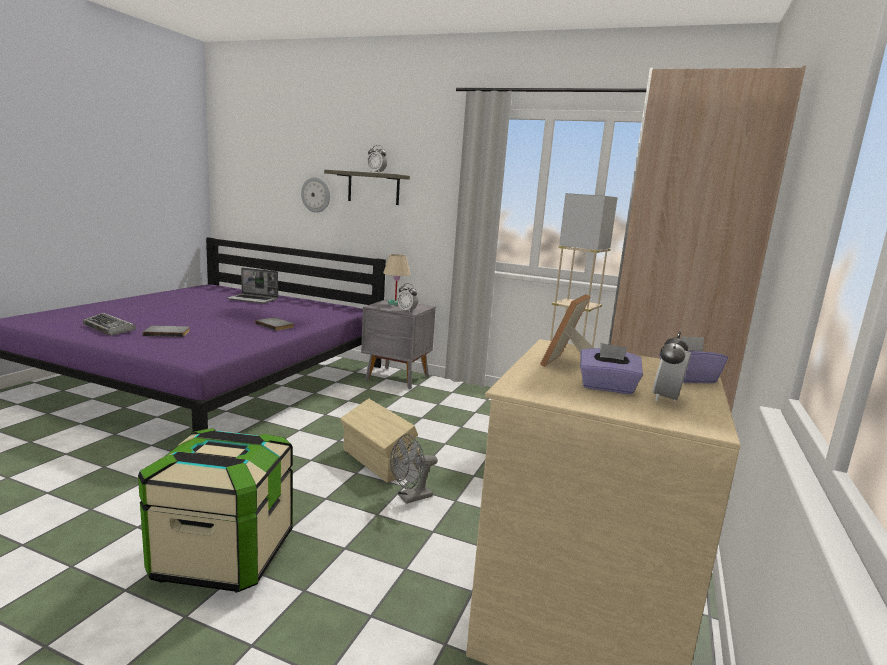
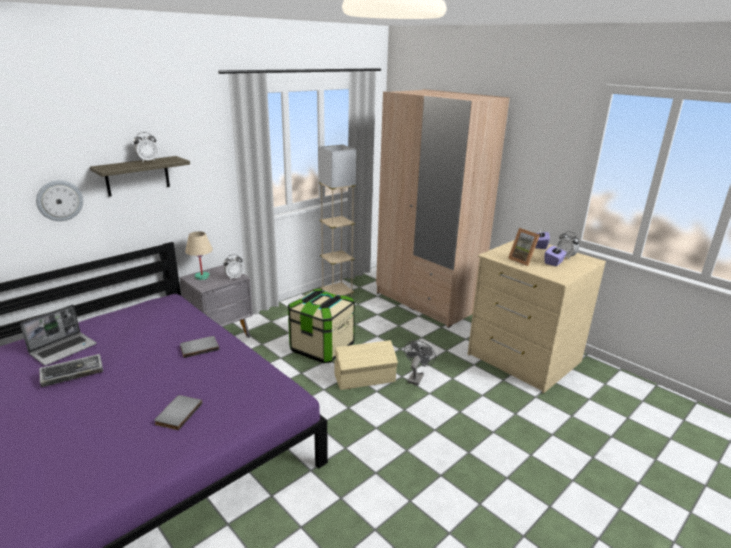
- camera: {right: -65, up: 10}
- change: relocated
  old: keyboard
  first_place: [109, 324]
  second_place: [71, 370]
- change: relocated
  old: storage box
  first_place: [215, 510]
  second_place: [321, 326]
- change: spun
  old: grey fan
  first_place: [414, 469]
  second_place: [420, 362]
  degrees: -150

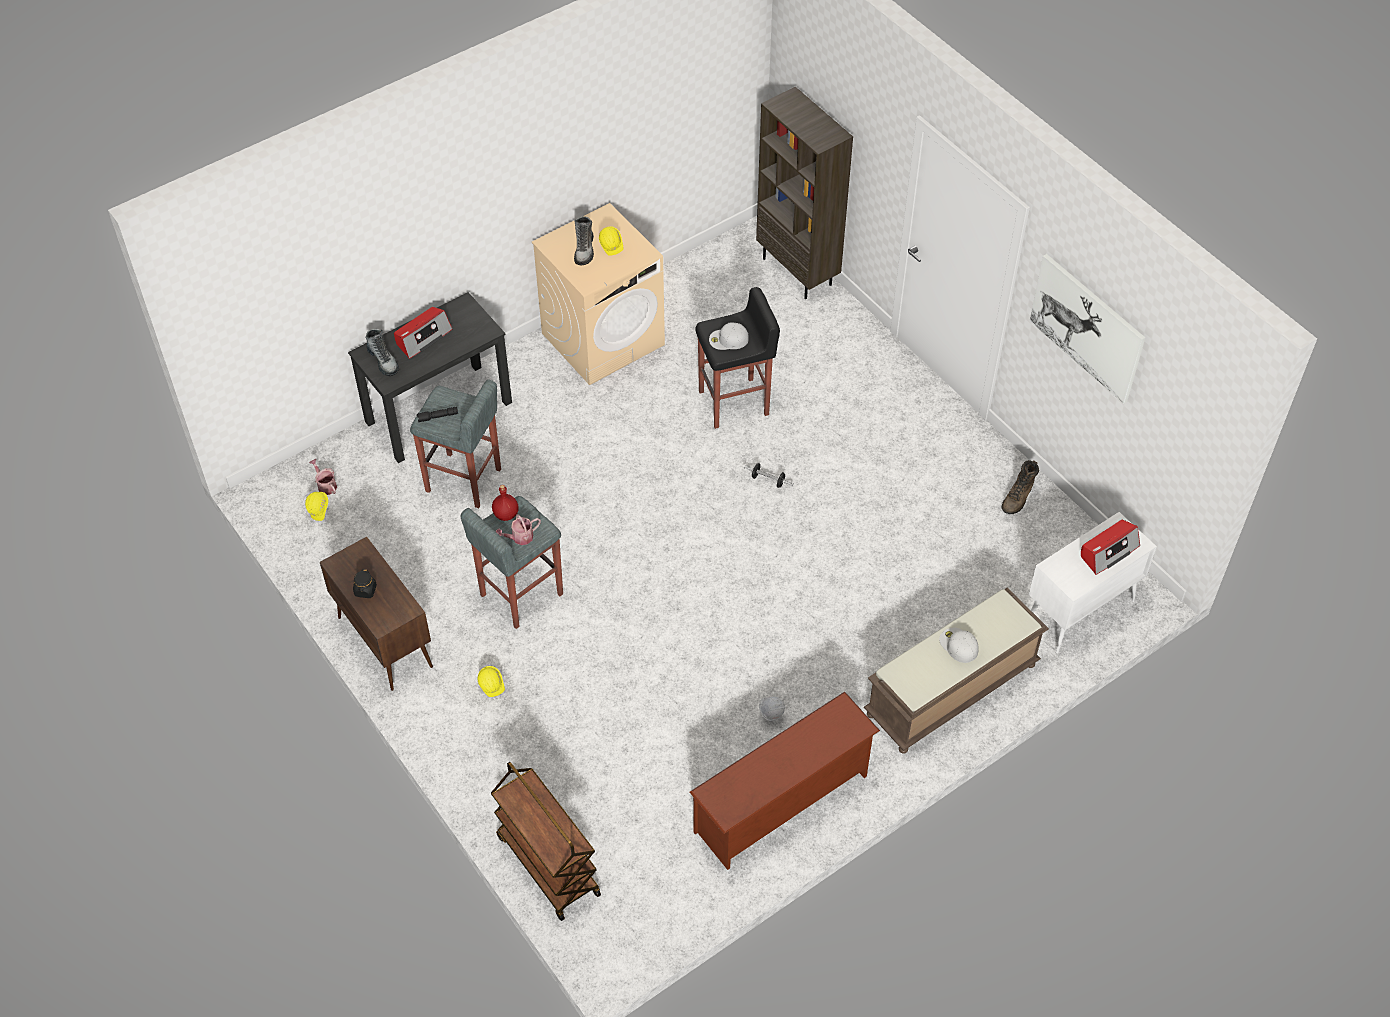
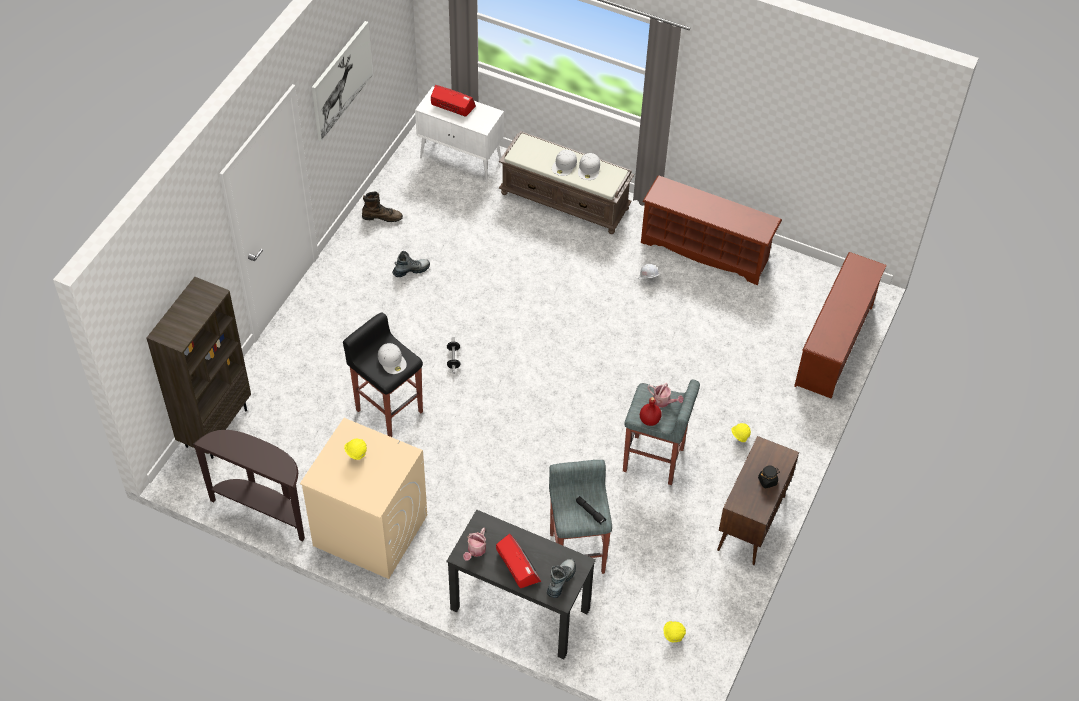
- camera: {right: -120, up: 0}
- change: appeared
  new: brown console table
  second_place: [249, 485]
- change: relocated
  old: boot
  first_place: [584, 240]
  second_place: [411, 264]
- change: relocated
  old: watering can
  first_place: [323, 477]
  second_place: [474, 544]
- change: spun
  old: radio
  first_place: [423, 333]
  second_place: [518, 561]
  degrees: 45
- change: appeared
  new: white cap
  second_place: [589, 166]
- change: exchanged
  old: brown cart
  new: brown shoe rack
  first_place: [546, 841]
  second_place: [840, 325]

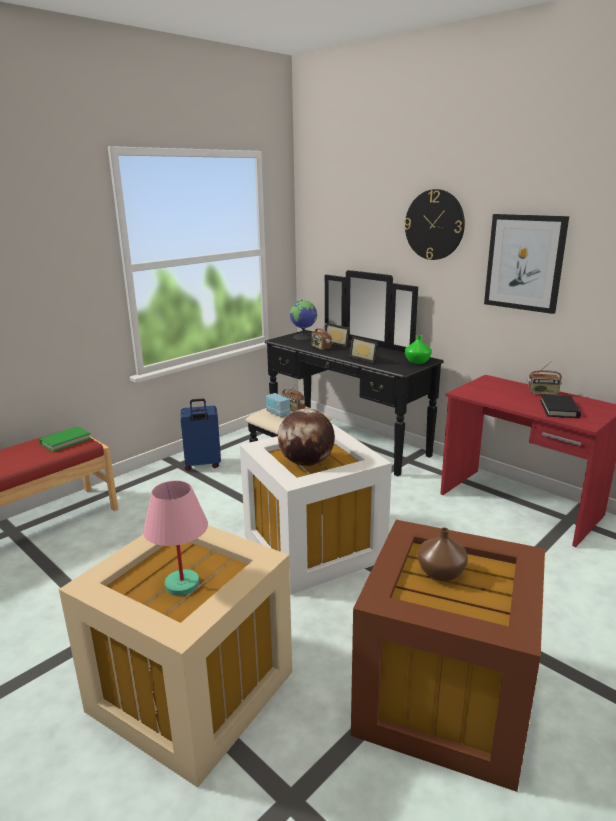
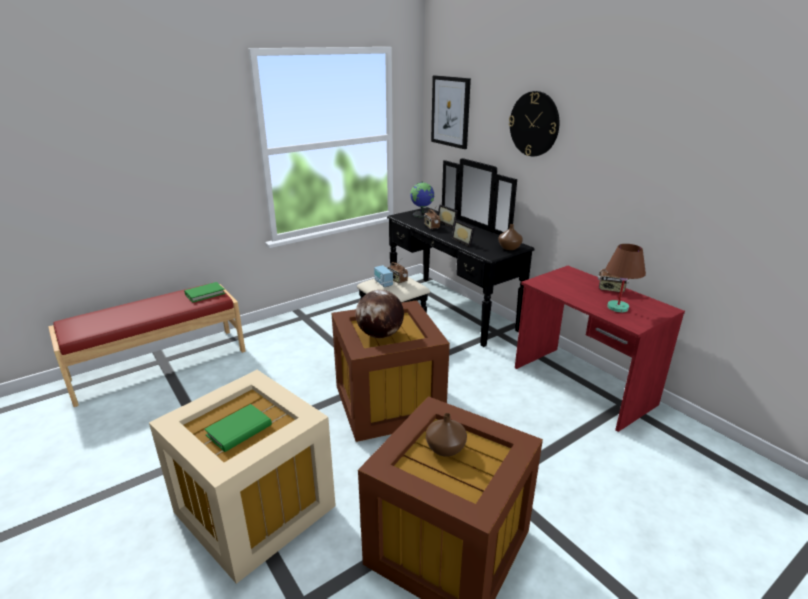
- camera: {right: 10, up: 5}
- change: exchanged
  old: pink table lamp
  new: green book
  first_place: [175, 538]
  second_place: [238, 428]
- change: colour
  old: white storage box
  new: brown storage box
  first_place: [316, 509]
  second_place: [391, 371]
- change: relocated
  old: picture
  first_place: [526, 264]
  second_place: [451, 112]
- change: colour
  old: green vase
  new: brown vase
  first_place: [418, 349]
  second_place: [510, 237]
- change: exchanged
  old: black book
  new: brown table lamp
  first_place: [560, 406]
  second_place: [626, 278]
- change: missing
  old: blue suitcase
  first_place: [201, 435]

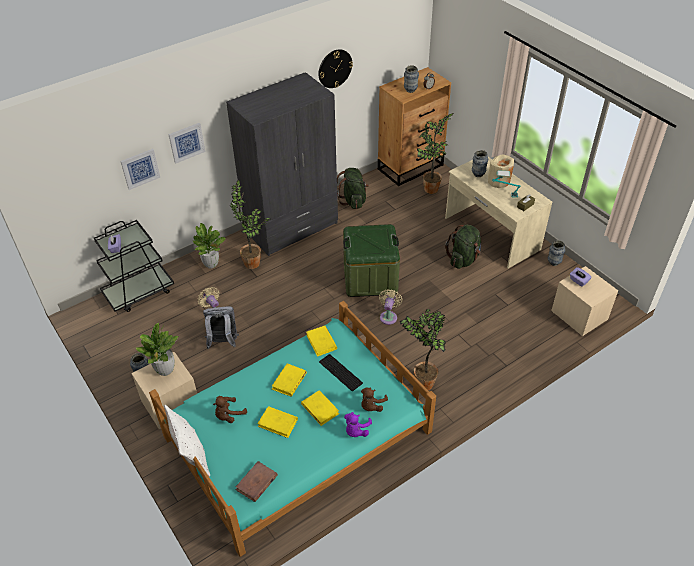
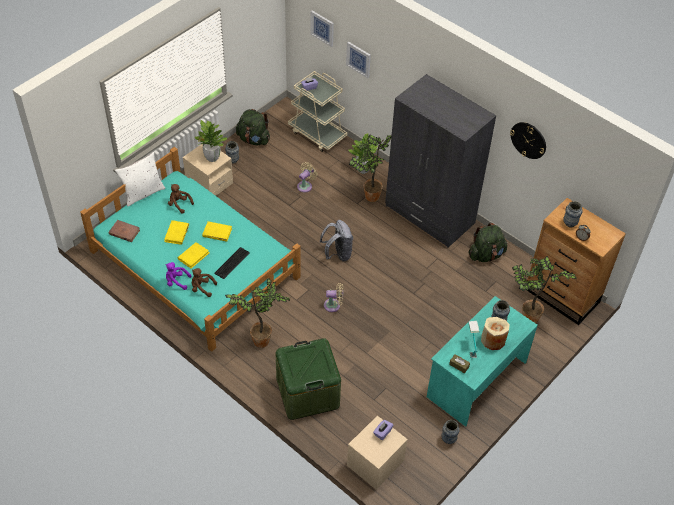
- camera: {right: 75, up: 5}
- change: relocated
  old: green backpack
  first_place: [463, 247]
  second_place: [253, 127]
- change: relocated
  old: green storage box
  first_place: [371, 260]
  second_place: [308, 379]
- change: colour
  old: black cart
  new: beige cart
  first_place: [134, 266]
  second_place: [317, 111]
- change: relocated
  old: picture
  first_place: [186, 143]
  second_place: [322, 28]
- change: relocated
  old: grey backpack
  first_place: [221, 327]
  second_place: [336, 240]
- change: colour
  old: beige desk
  new: turquoise desk
  first_place: [498, 212]
  second_place: [482, 361]
- change: missing
  old: yellow book
  first_place: [321, 341]

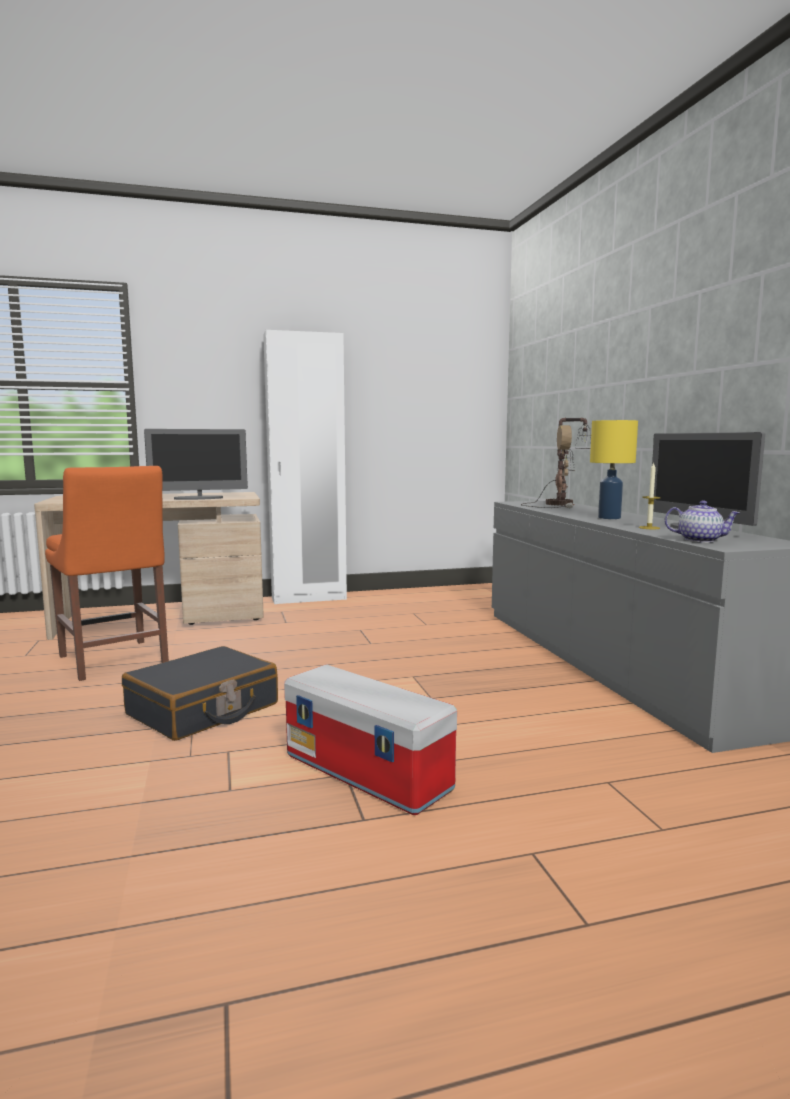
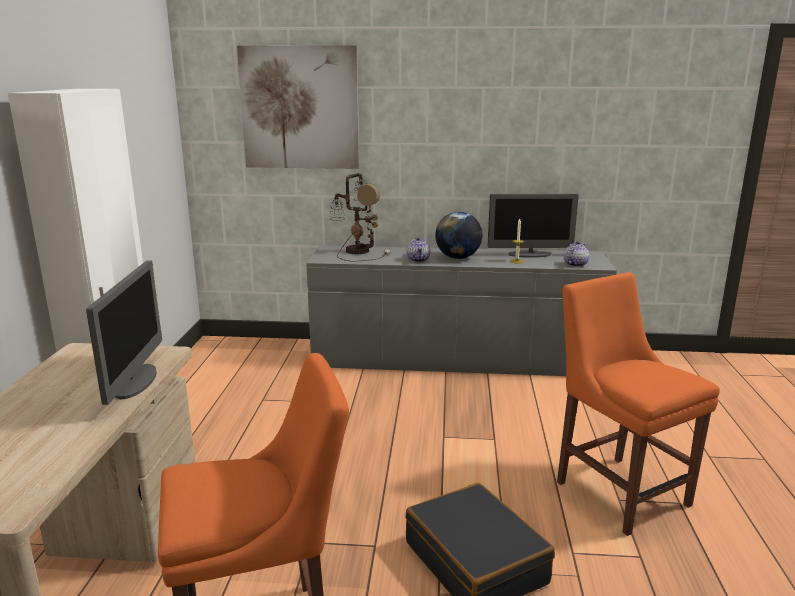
- camera: {right: -70, up: 10}
- change: appeared
  new: picture
  second_place: [298, 107]
- change: appeared
  new: teapot
  second_place: [418, 249]
- change: exchanged
  old: yellow table lamp
  new: globe
  first_place: [614, 469]
  second_place: [458, 235]
- change: exchanged
  old: storage box
  new: orange chair
  first_place: [370, 739]
  second_place: [638, 404]

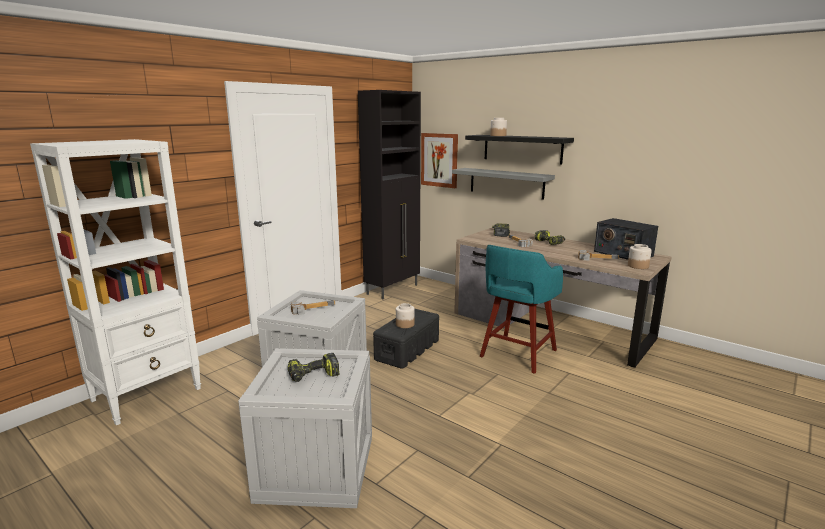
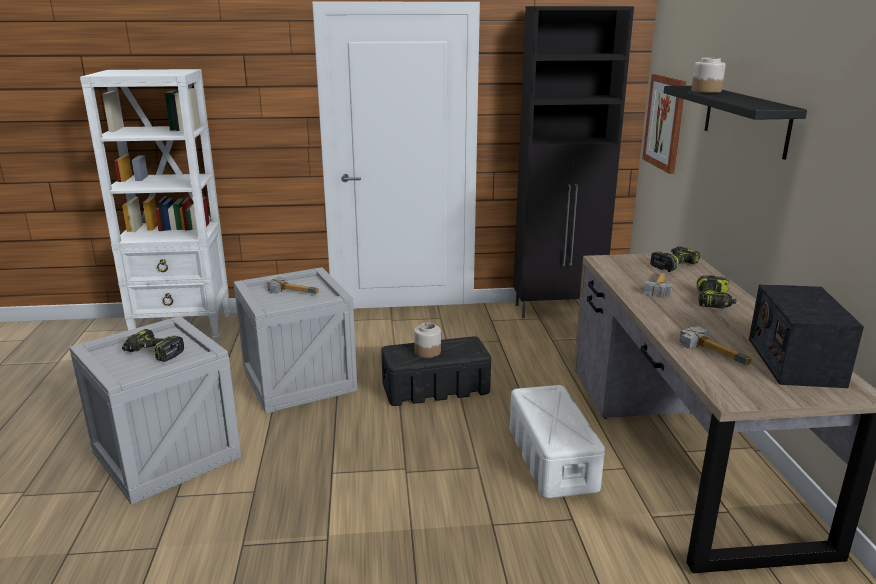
- camera: {right: 45, up: 5}
- change: exchanged
  old: turquoise stool
  new: white storage box
  first_place: [521, 309]
  second_place: [557, 441]
- change: missing
  old: grey shelf
  first_place: [503, 184]
- change: missing
  old: jar
  first_place: [640, 256]

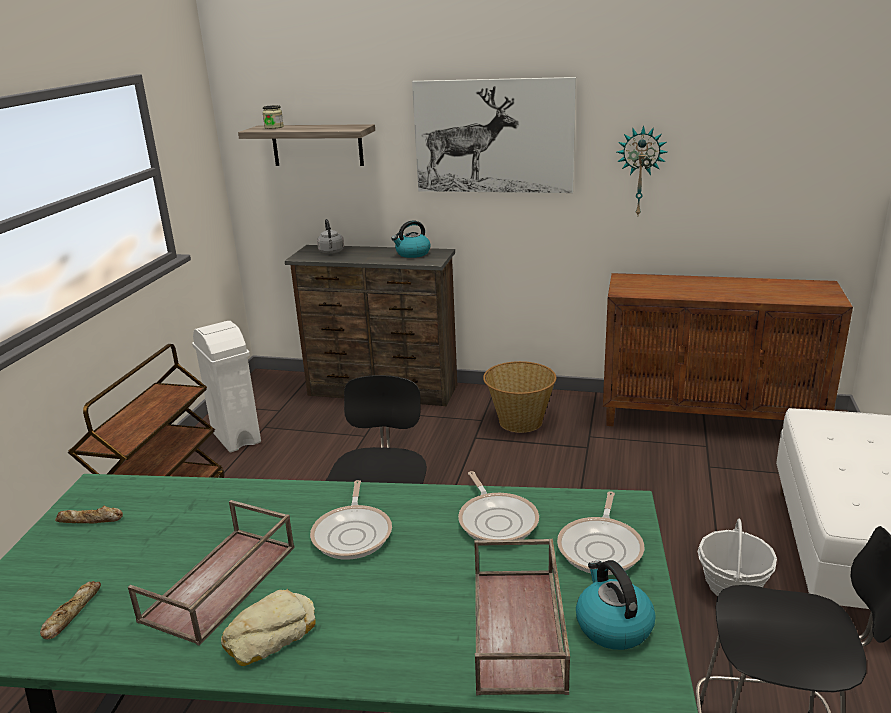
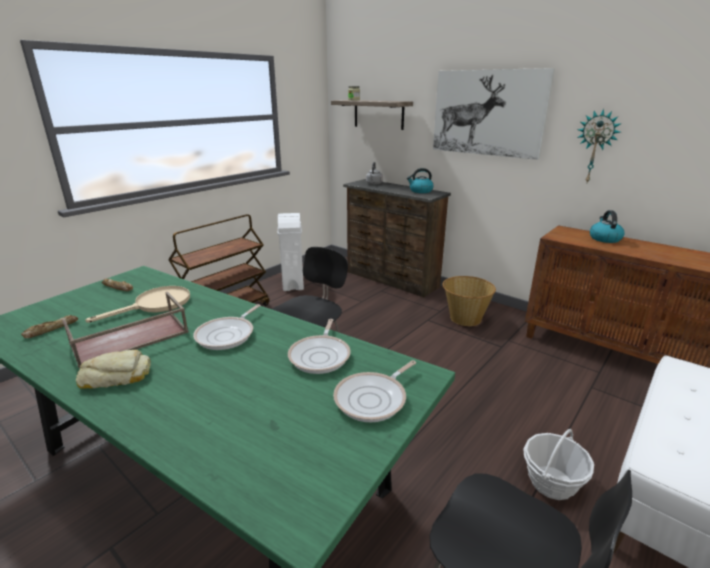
- camera: {right: 25, up: 0}
- change: appeared
  new: beige frying pan
  second_place: [137, 304]
- change: relocated
  old: kettle
  first_place: [616, 605]
  second_place: [607, 226]
- change: missing
  old: brown tray
  first_place: [522, 617]

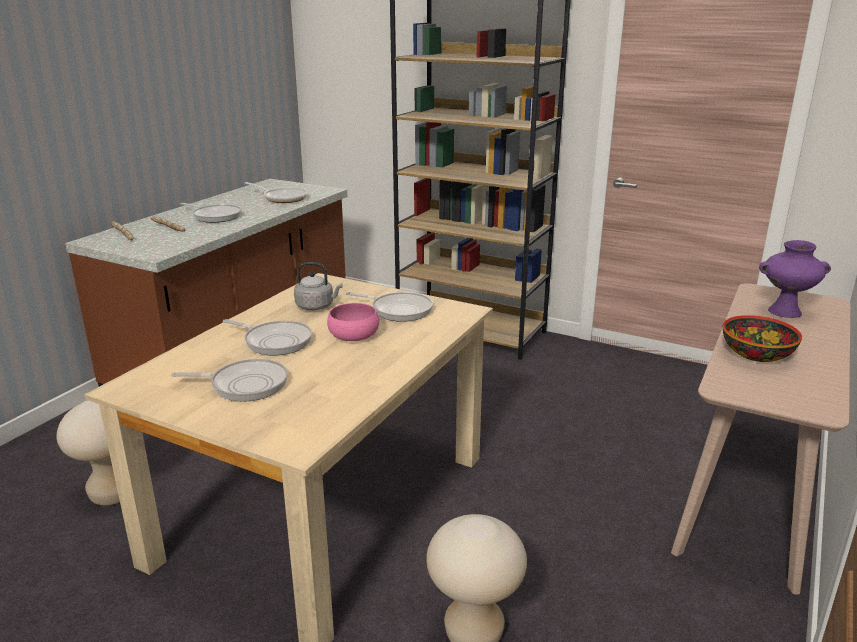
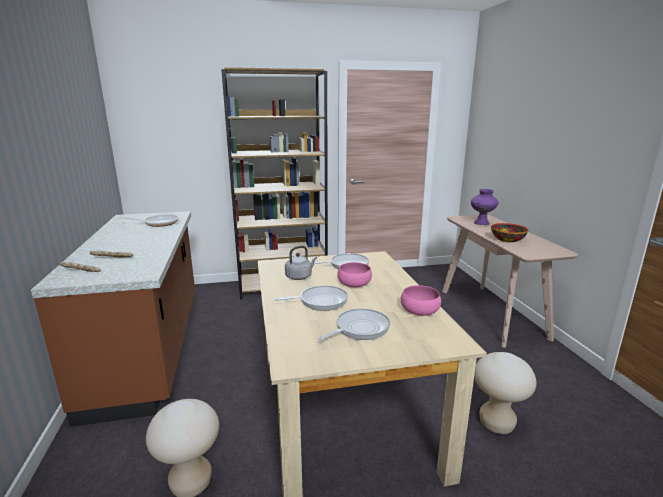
- camera: {right: -40, up: -5}
- change: appeared
  new: pink bowl
  second_place: [421, 300]
- change: missing
  old: frying pan
  first_place: [211, 213]

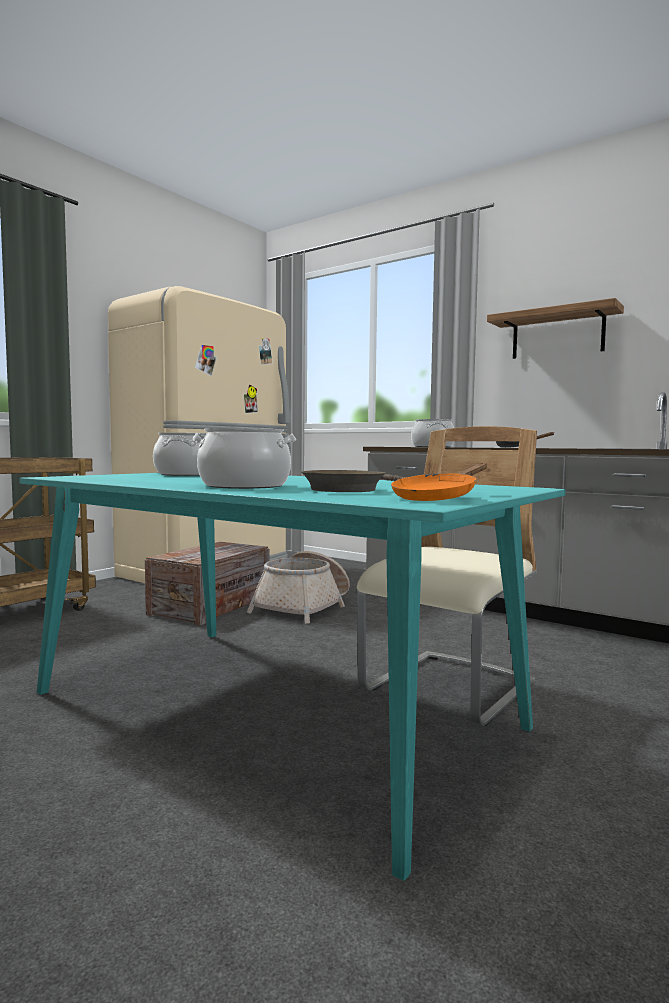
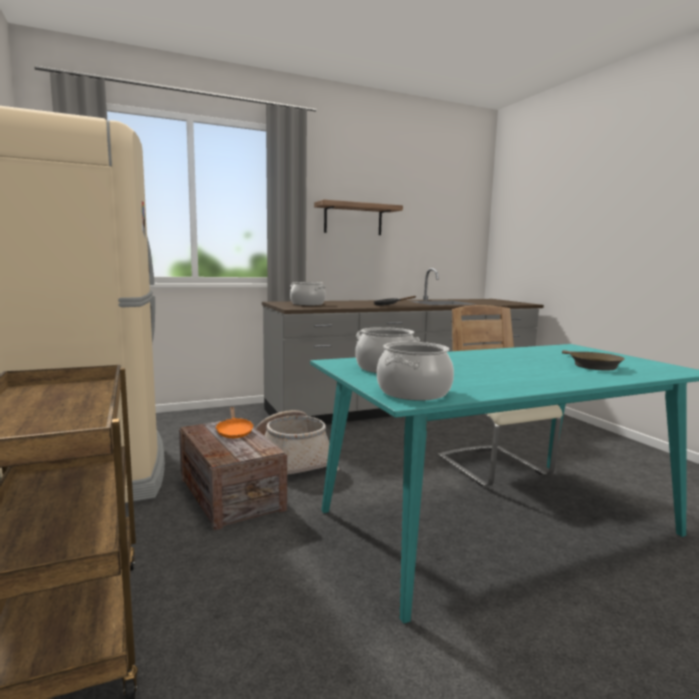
- camera: {right: -60, up: 5}
- change: relocated
  old: orange frying pan
  first_place: [439, 482]
  second_place: [235, 422]
- change: relocated
  old: cooking pot
  first_place: [244, 458]
  second_place: [415, 371]

